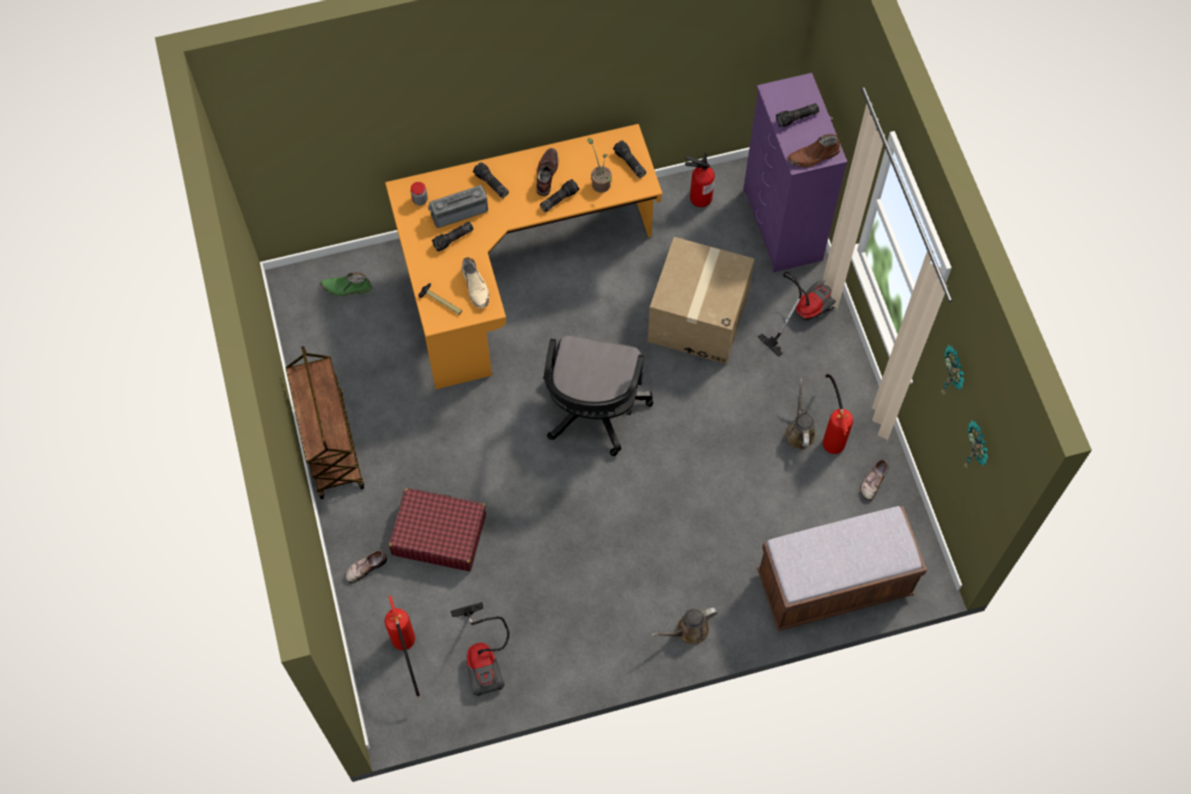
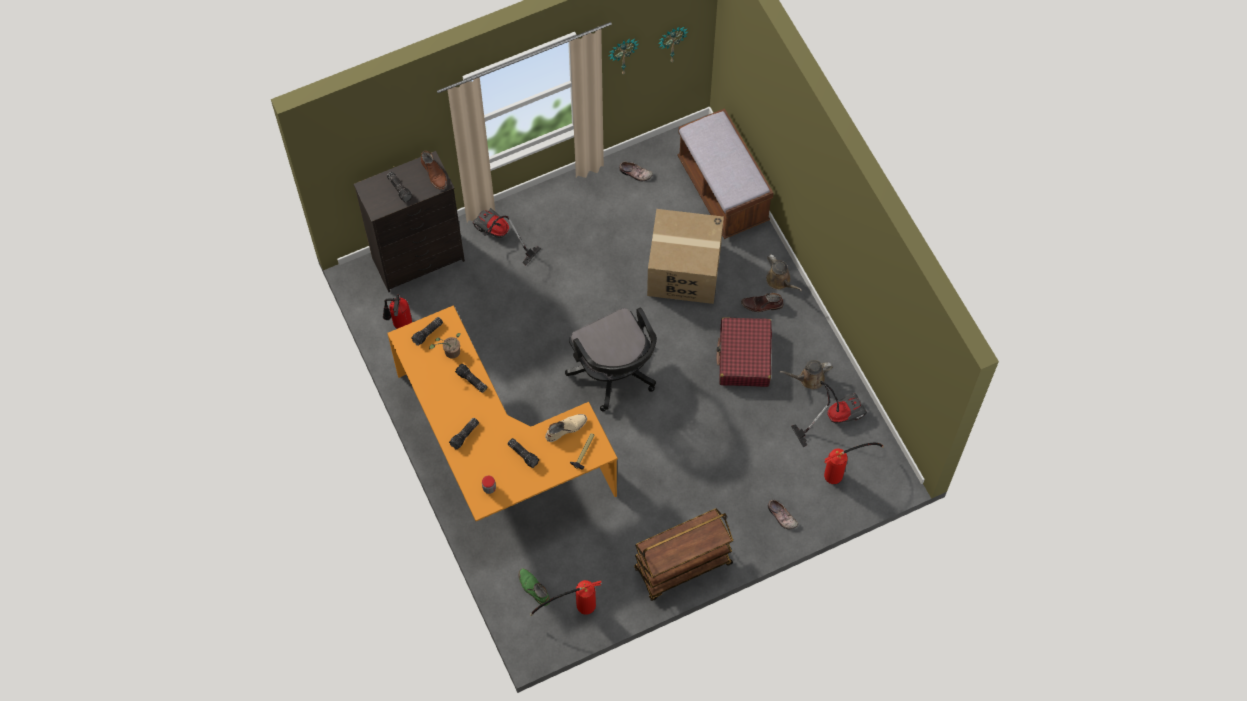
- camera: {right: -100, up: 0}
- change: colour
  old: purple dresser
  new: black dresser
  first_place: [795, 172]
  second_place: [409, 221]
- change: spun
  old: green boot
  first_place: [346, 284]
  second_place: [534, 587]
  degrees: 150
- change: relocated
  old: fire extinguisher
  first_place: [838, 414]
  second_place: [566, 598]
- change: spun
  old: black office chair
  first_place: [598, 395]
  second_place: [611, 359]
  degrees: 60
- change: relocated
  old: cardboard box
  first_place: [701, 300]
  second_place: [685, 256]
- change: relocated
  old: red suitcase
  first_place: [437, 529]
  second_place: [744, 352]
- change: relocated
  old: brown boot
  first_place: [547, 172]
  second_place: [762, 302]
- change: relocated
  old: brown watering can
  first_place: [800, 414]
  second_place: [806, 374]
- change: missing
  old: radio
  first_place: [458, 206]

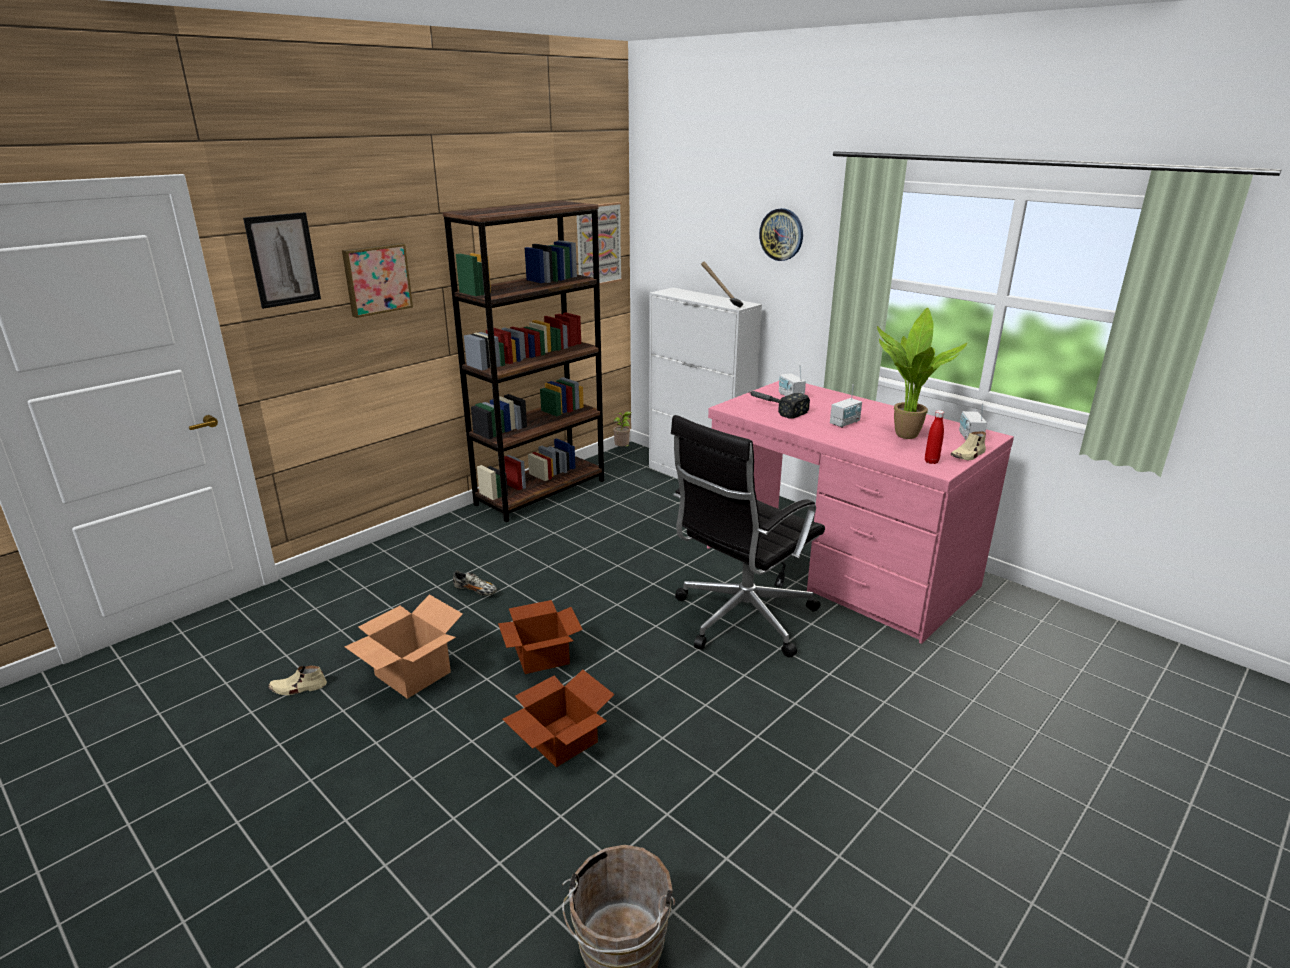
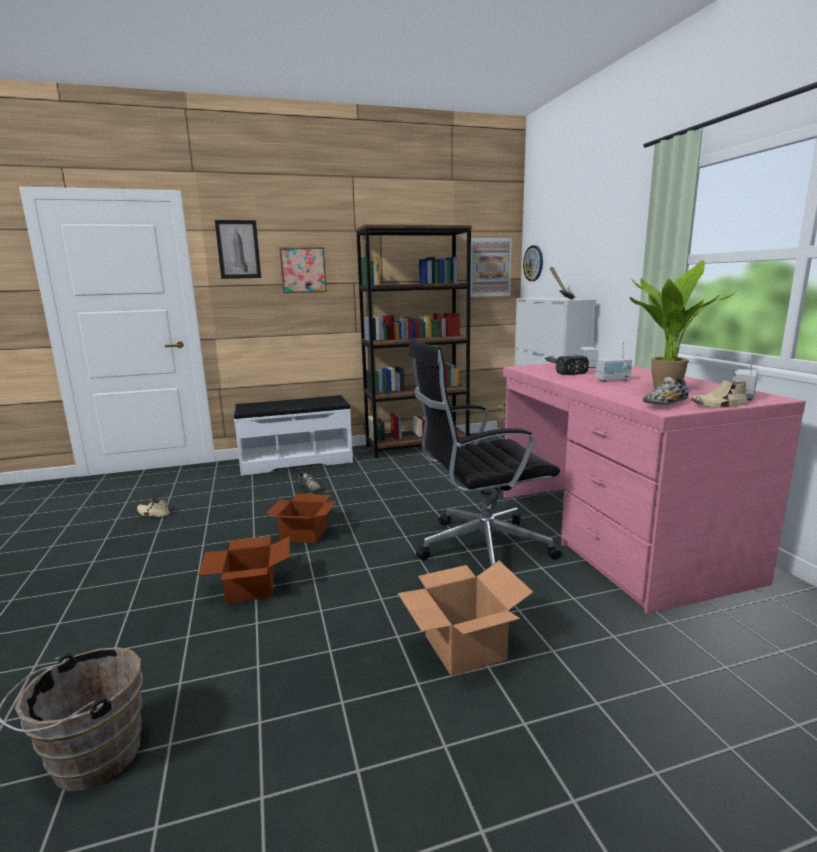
- camera: {right: 30, up: -10}
- change: appeared
  new: white bench
  second_place: [293, 435]
- change: relocated
  old: cardboard box
  first_place: [403, 646]
  second_place: [465, 619]
- change: relocated
  old: wall clock
  first_place: [781, 234]
  second_place: [533, 263]
- change: exchanged
  old: red bottle
  new: shoe
  first_place: [934, 437]
  second_place: [666, 391]

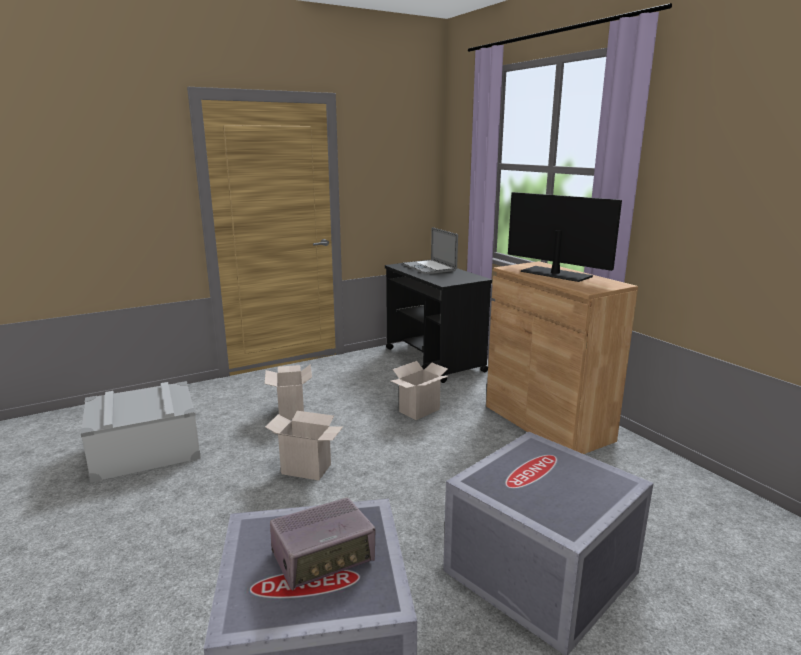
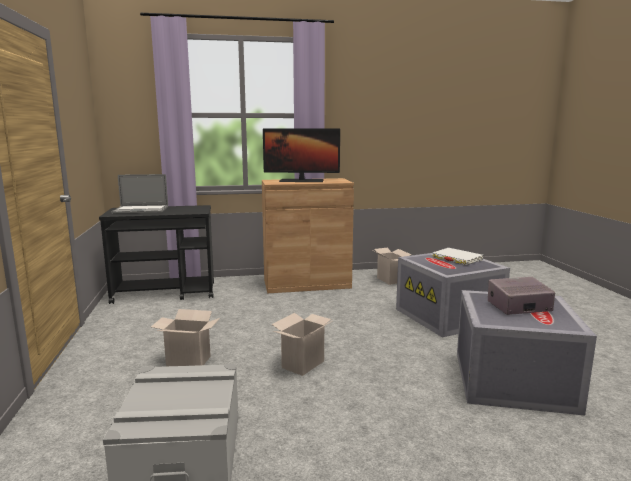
- camera: {right: -70, up: -5}
- change: spun
  old: monitor
  first_place: [565, 237]
  second_place: [301, 155]
  degrees: -150
- change: relocated
  old: cardboard box
  first_place: [419, 390]
  second_place: [393, 266]
- change: appeared
  new: white book
  second_place: [457, 256]
- change: spun
  old: radio
  first_place: [322, 544]
  second_place: [521, 296]
  degrees: -90

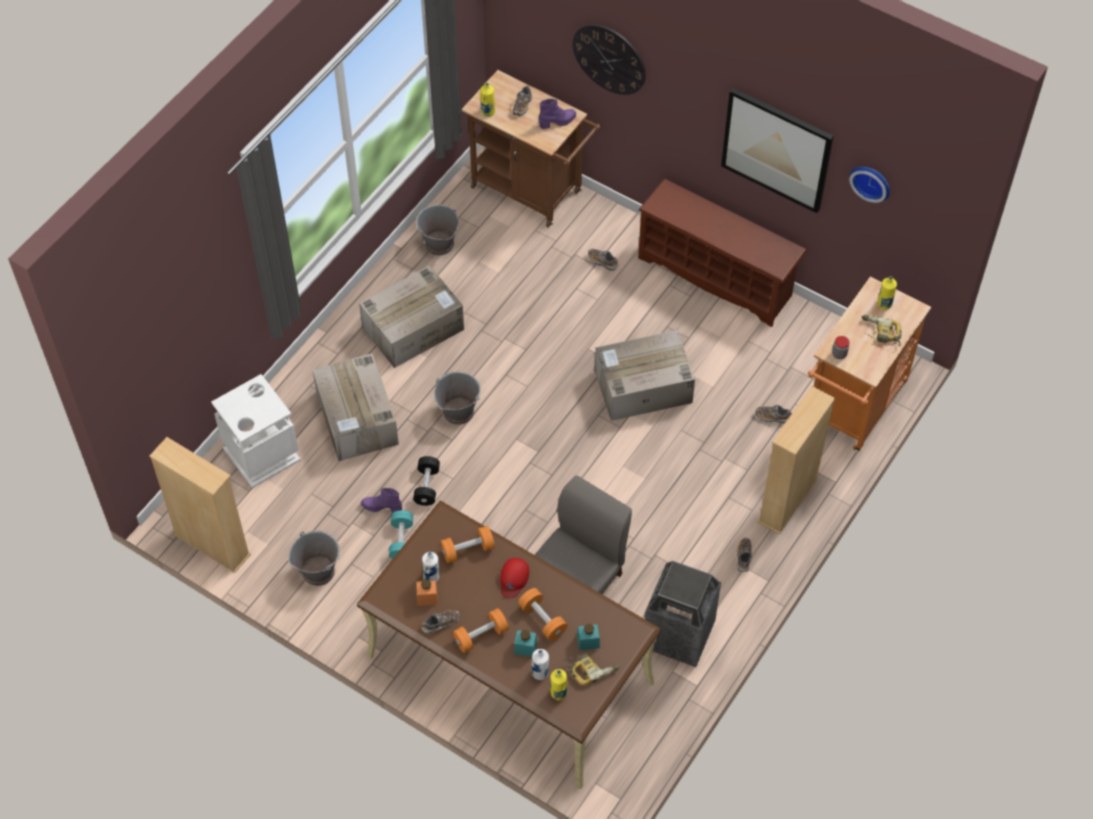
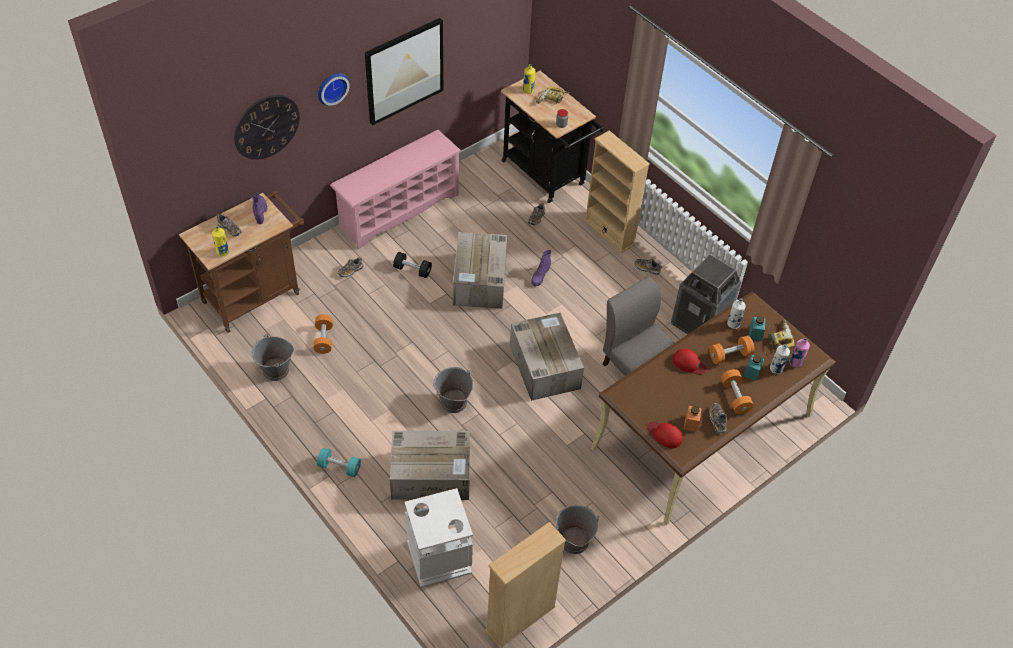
- camera: {right: -75, up: -5}
- change: relocated
  old: orange dumbbell
  first_place: [468, 544]
  second_place: [323, 334]
- change: relocated
  old: turquoise dumbbell
  first_place: [401, 534]
  second_place: [339, 462]
- change: relocated
  old: wall clock
  first_place: [869, 185]
  second_place: [334, 89]
- change: colour
  old: brown shoe rack
  new: pink shoe rack
  first_place: [722, 253]
  second_place: [395, 189]
- change: relocated
  old: black dumbbell
  first_place: [426, 481]
  second_place: [412, 265]
- change: colour
  old: orange cart
  new: black cart
  first_place: [869, 364]
  second_place: [552, 137]
- change: relocated
  old: cardboard box
  first_place: [411, 316]
  second_place: [547, 357]
- change: relocated
  old: purple boot
  first_place: [381, 500]
  second_place: [541, 268]
- change: appeared
  new: red cap
  second_place: [665, 435]
- change: relocated
  old: white bottle
  first_place: [430, 567]
  second_place: [736, 313]
- change: colour
  old: yellow bottle
  new: pink bottle
  first_place: [558, 684]
  second_place: [799, 352]

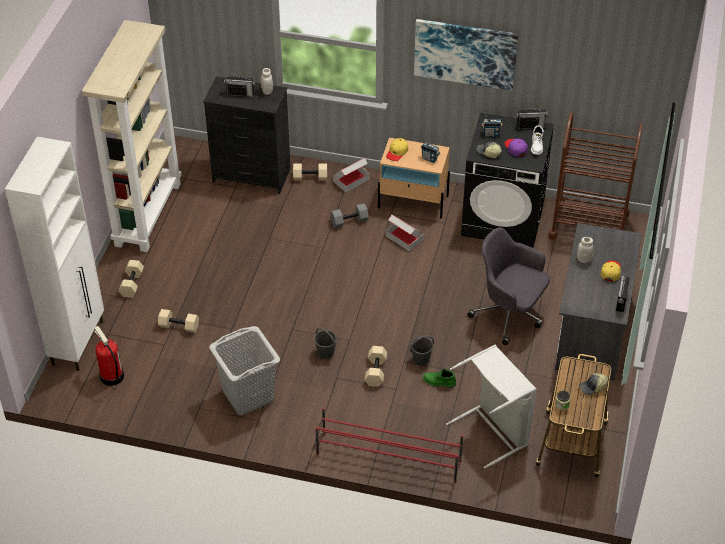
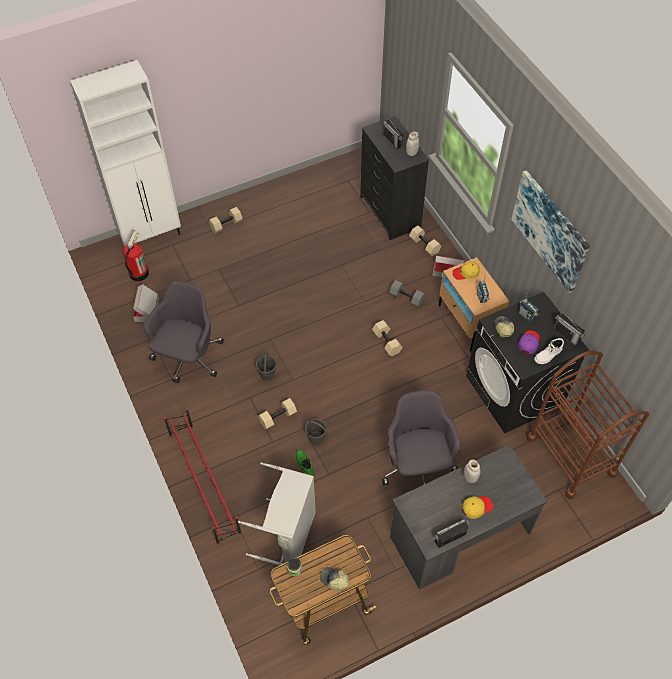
- camera: {right: 50, up: 10}
- change: relocated
  old: cardboard box
  first_place: [405, 233]
  second_place: [146, 303]
- change: exchanged
  old: grey laundry basket
  new: grey office chair
  first_place: [244, 370]
  second_place: [183, 332]
- change: relocated
  old: beige dumbbell
  first_place: [178, 321]
  second_place: [387, 338]
- change: missing
  old: beige bookcase
  first_place: [132, 136]

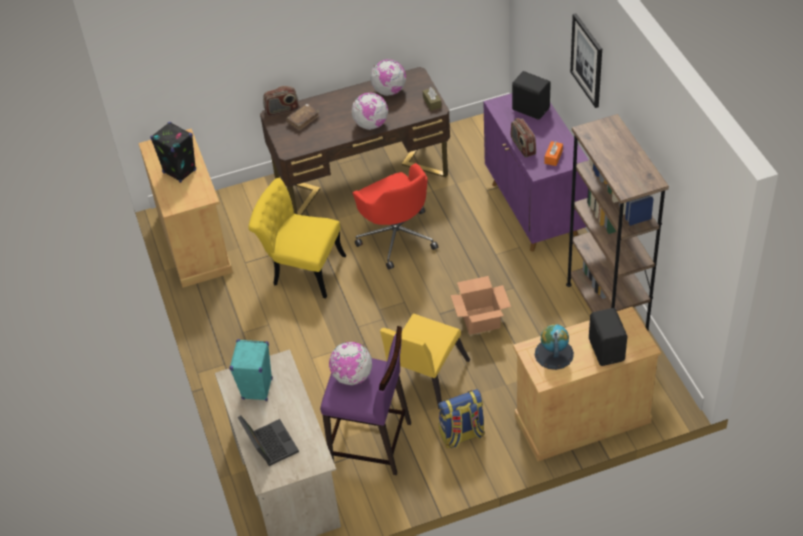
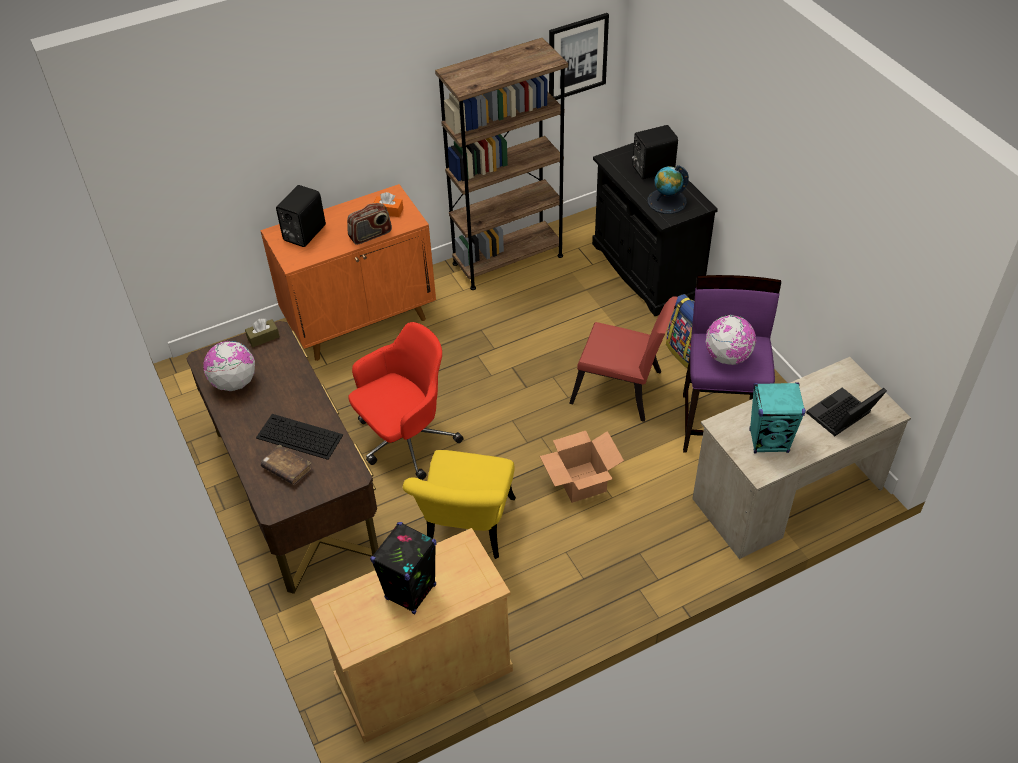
- camera: {right: -100, up: 0}
- change: appeared
  new: keyboard
  second_place: [299, 437]
- change: colour
  old: purple cabinet
  new: orange cabinet
  first_place: [535, 172]
  second_place: [348, 272]
- change: relocated
  old: cardboard box
  first_place: [481, 305]
  second_place: [582, 467]
- change: relocated
  old: picture
  first_place: [586, 60]
  second_place: [579, 56]
- change: colour
  old: yellow chair
  new: red chair
  first_place: [425, 361]
  second_place: [623, 359]
- change: colour
  old: beige cabinet
  new: black cabinet
  first_place: [587, 384]
  second_place: [655, 229]
- change: missing
  old: radio
  first_place: [281, 101]
- change: missing
  old: globe
  first_place: [370, 111]

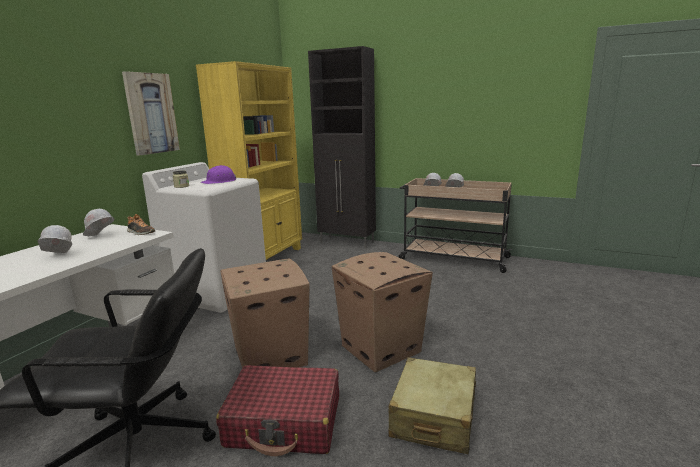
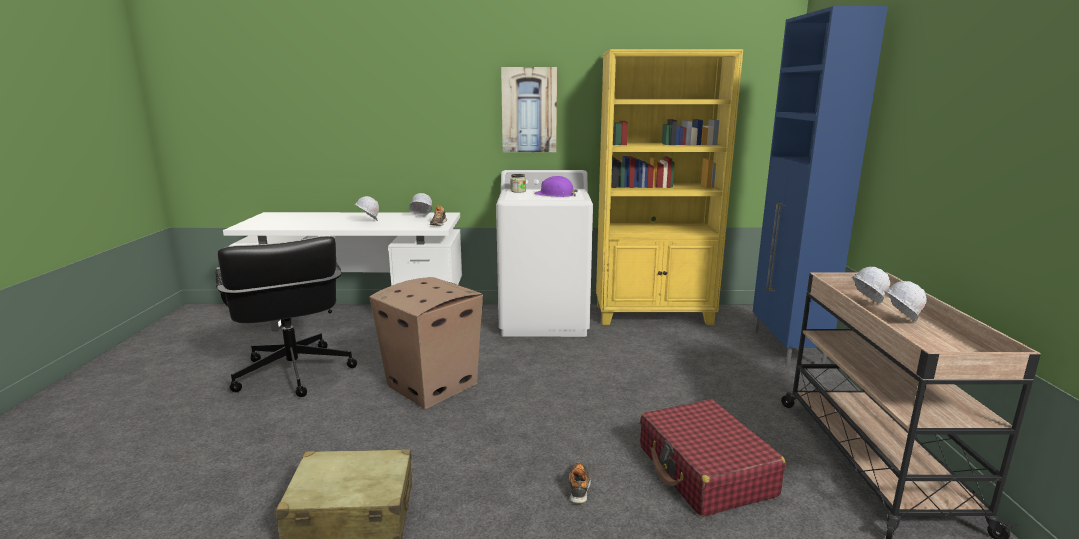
- camera: {right: 65, up: 0}
- change: appeared
  new: shoe
  second_place: [580, 483]
- change: relocated
  old: red suitcase
  first_place: [277, 410]
  second_place: [713, 458]
- change: colour
  old: black cabinet
  new: blue cabinet
  first_place: [342, 147]
  second_place: [820, 186]
- change: missing
  old: cardboard box
  first_place: [382, 312]

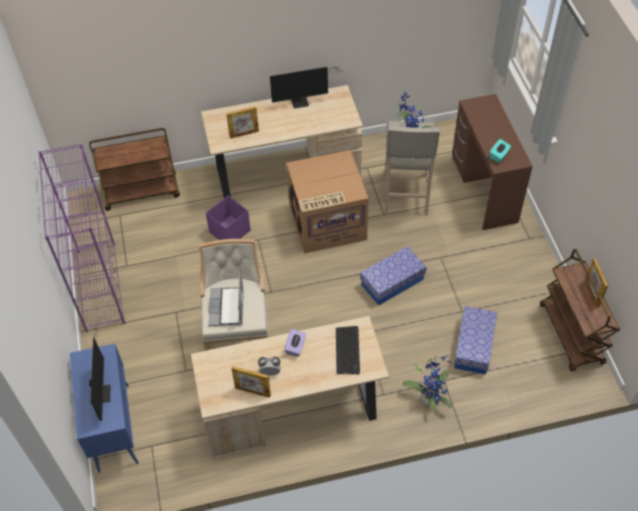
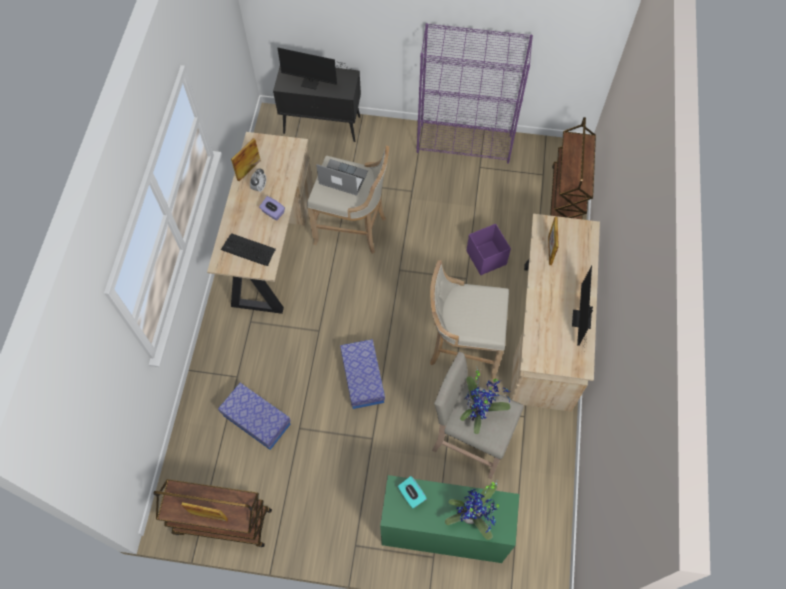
- camera: {right: 110, up: 10}
- change: colour
  old: blue cabinet
  new: black cabinet
  first_place: [104, 408]
  second_place: [317, 104]
- change: colour
  old: brown desk
  new: green desk
  first_place: [492, 162]
  second_place: [449, 519]
- change: exchanged
  old: cardboard box
  new: beige stool
  first_place: [327, 202]
  second_place: [469, 319]
- change: relocated
  old: potted plant
  first_place: [427, 382]
  second_place: [472, 510]

